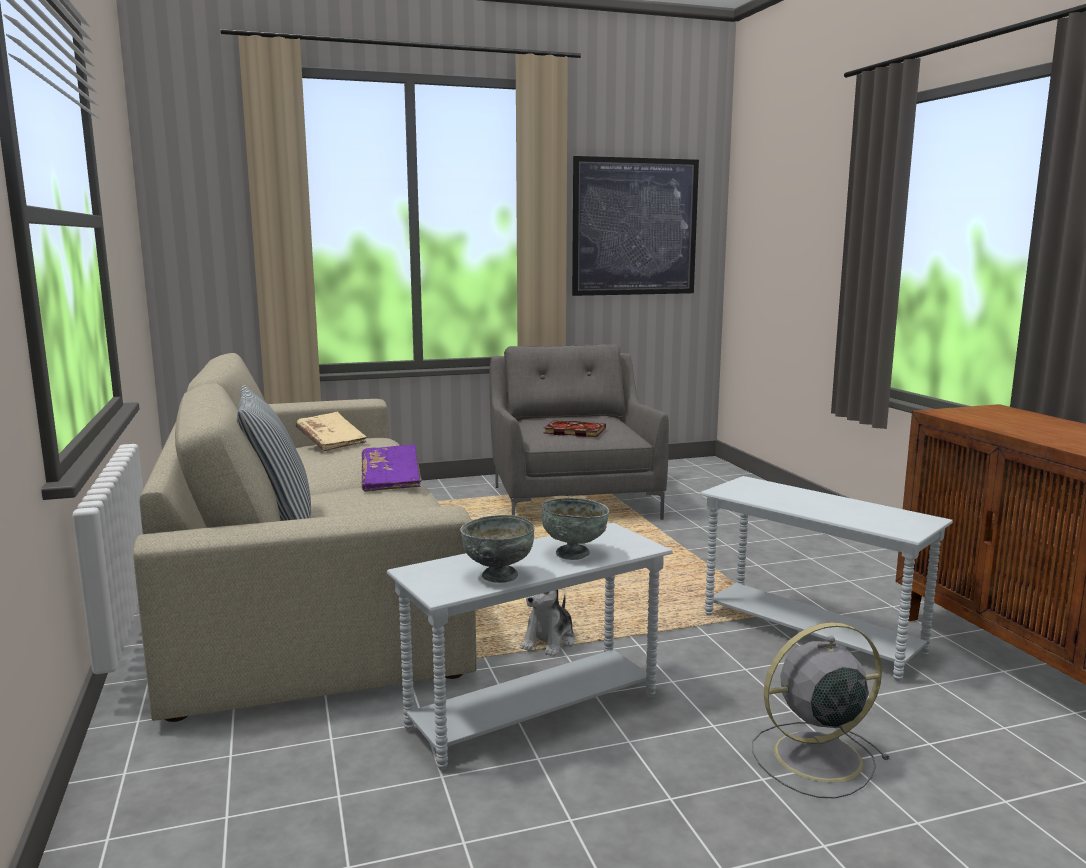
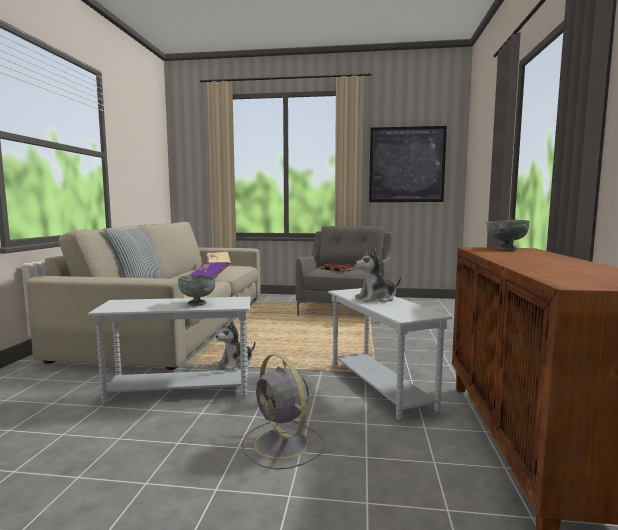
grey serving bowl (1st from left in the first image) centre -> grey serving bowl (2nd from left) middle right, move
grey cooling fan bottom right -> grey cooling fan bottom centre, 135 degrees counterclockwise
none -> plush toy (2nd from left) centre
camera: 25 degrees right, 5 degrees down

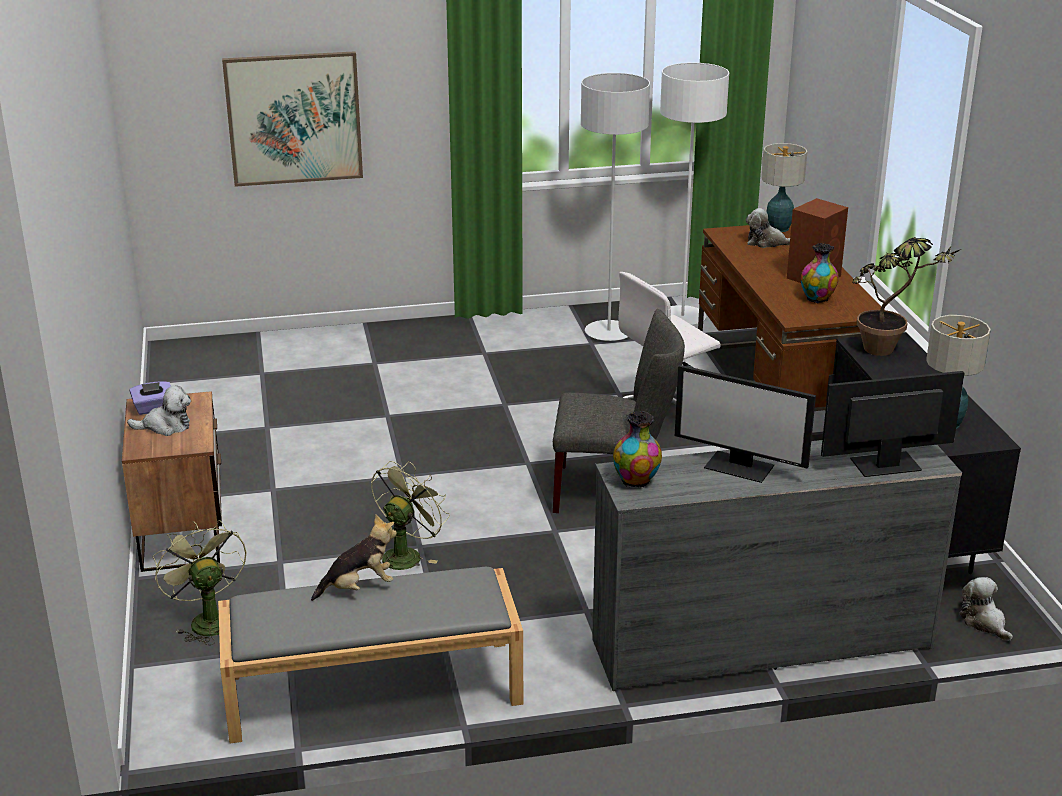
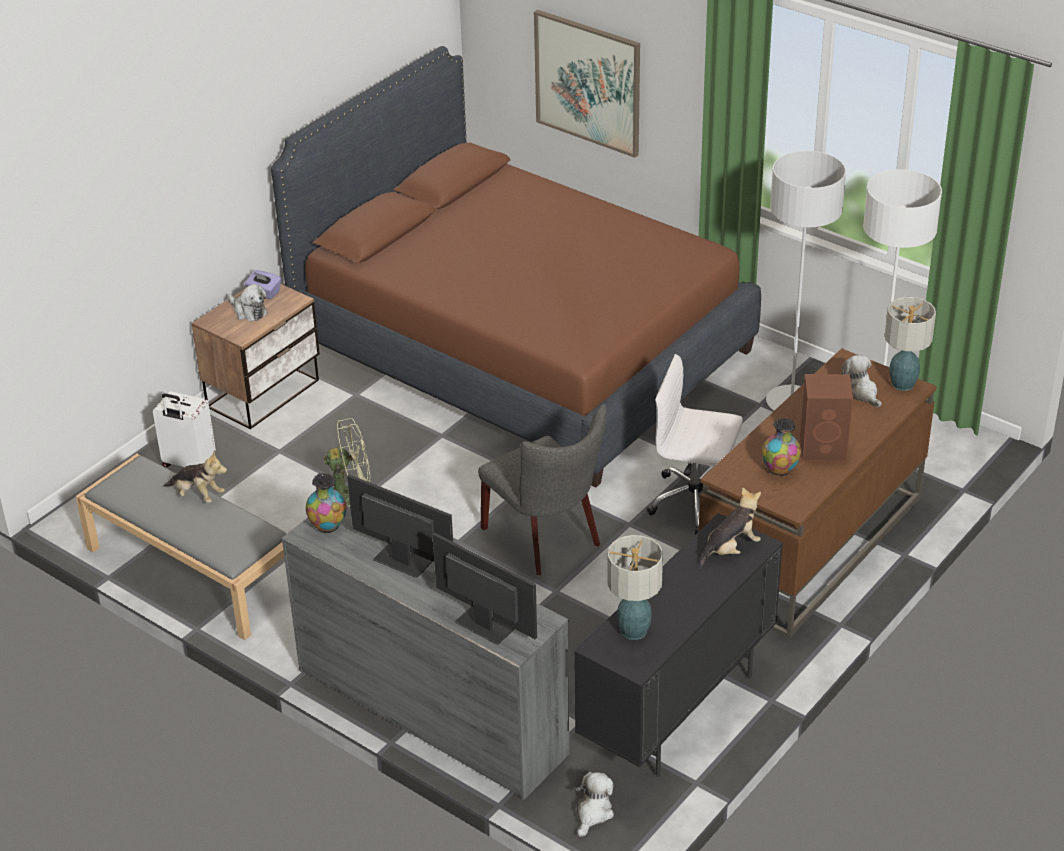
green-coloured cooling fan (1st from left) bottom left -> white piece of luggage middle left
computer display (1st from left) middle right -> computer display (1st from left) centre, 135 degrees clockwise
houseplant middle right -> plush toy (4th from left) middle right
none -> brown-coloured sleeping bed top centre
camera: 50 degrees right, 10 degrees up

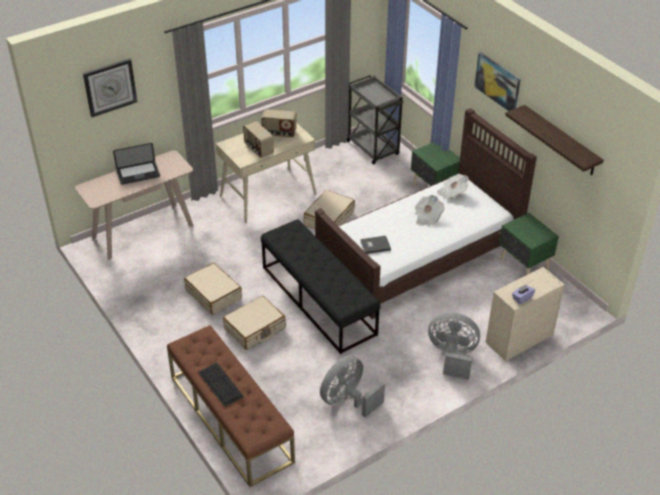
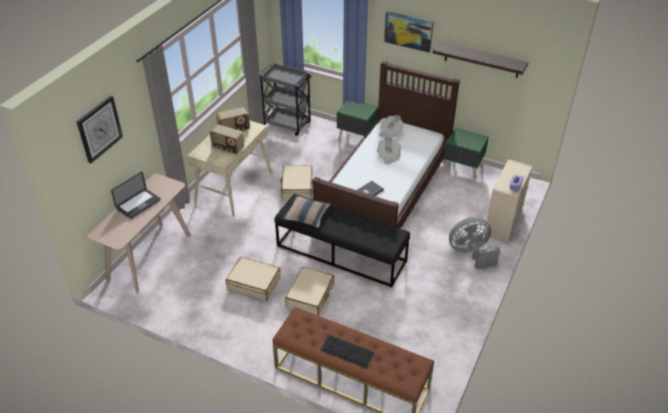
grey cooling fan (1st from left) bottom centre -> none
none -> cushion centre
camera: 30 degrees left, 0 degrees up

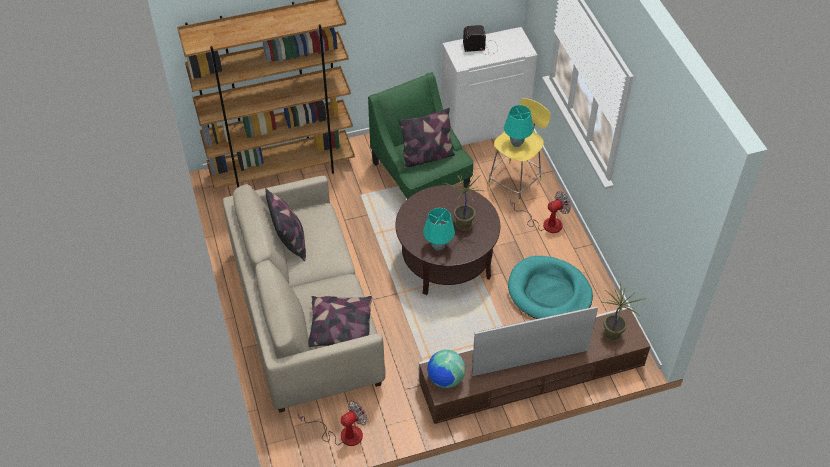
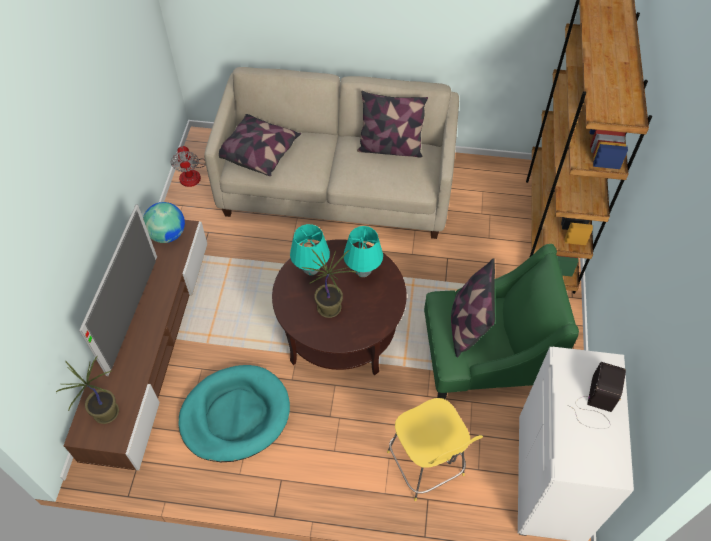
turquoise tabletop lamp (2nd from left) top centre -> turquoise tabletop lamp (2nd from left) centre, move
cooling fan (2nd from left) centre -> none
camera: 115 degrees right, 5 degrees up

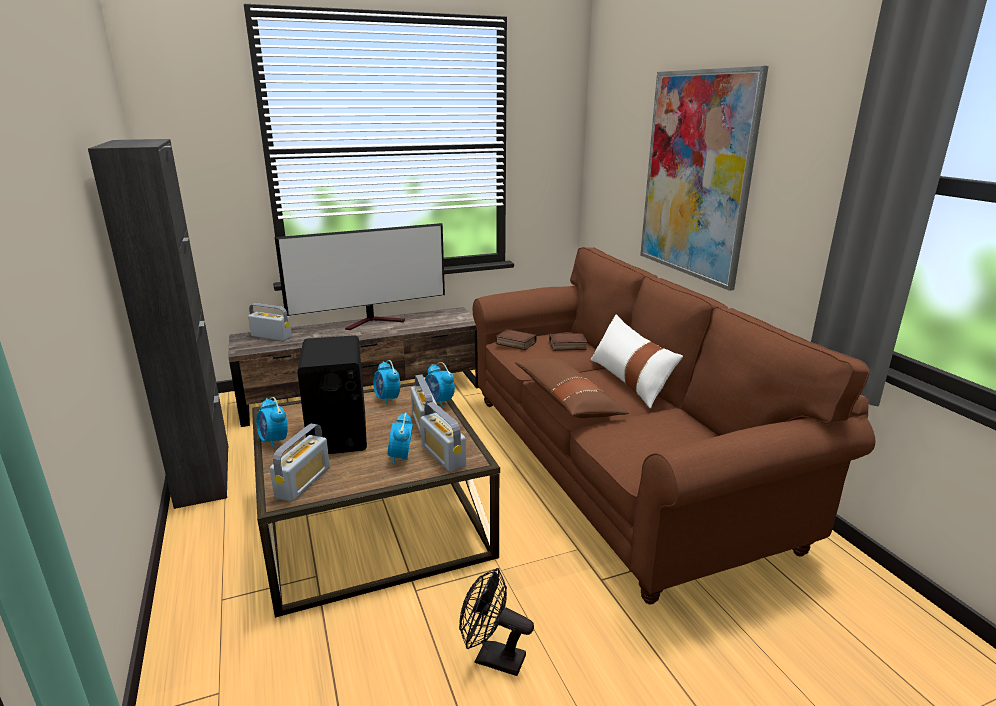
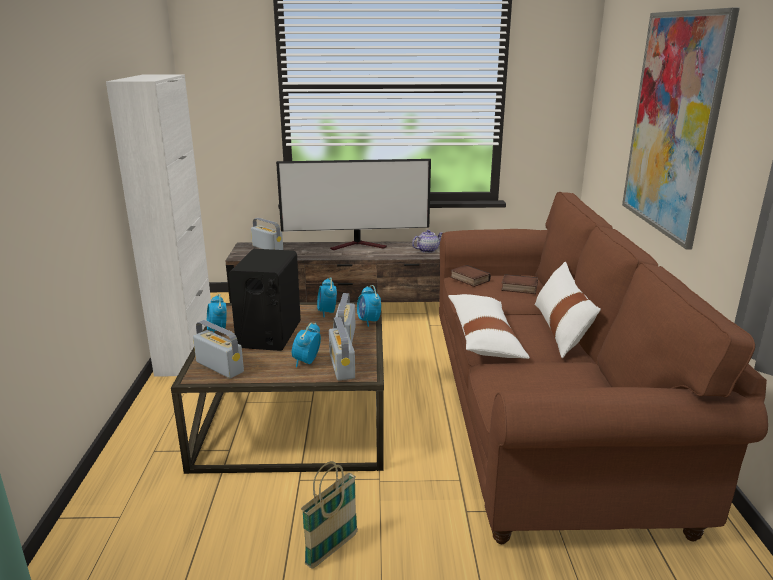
black-coloured cabinet middle left -> white cabinet middle left
radio receiver (2nd from left in the first image) middle left -> radio receiver (1st from left) middle left, 90 degrees counterclockwise
black-coloured cooling fan bottom centre -> basket bottom centre
brown-coloured cushion centre -> white cushion (1st from left) centre
none -> tea pot centre
camera: 20 degrees right, 0 degrees up

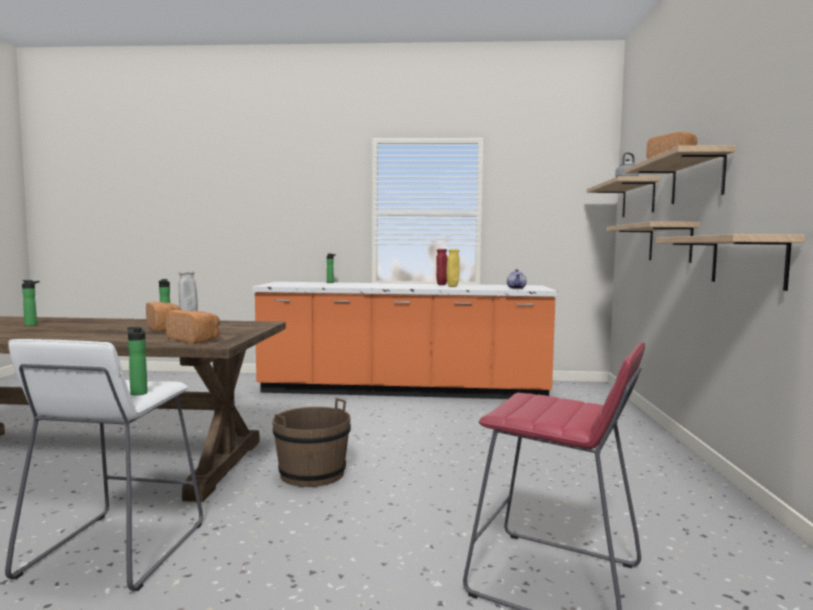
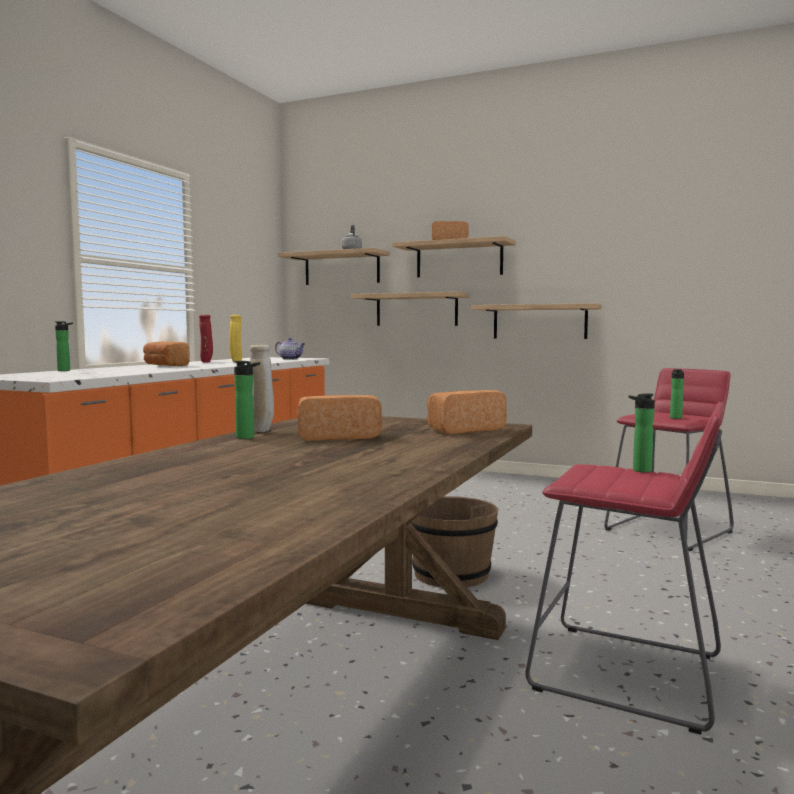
white stool bottom left -> red stool (1st from left) bottom right
bottle (1st from left in the first image) middle left -> bottle (4th from left) middle right, move
none -> bakery bread (1st from left) middle left
camera: 70 degrees left, 0 degrees up

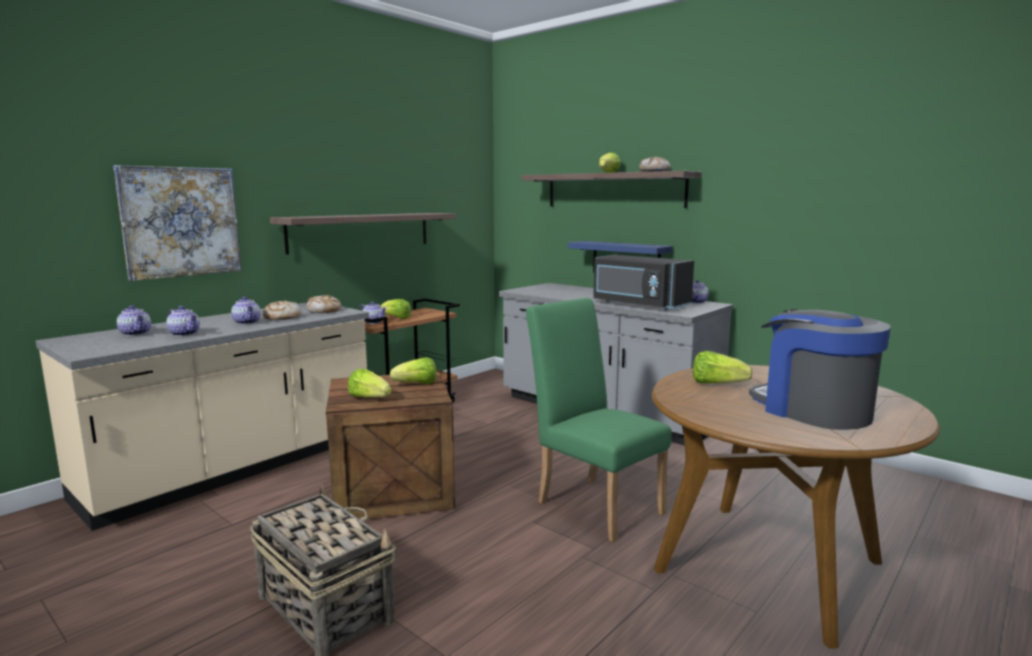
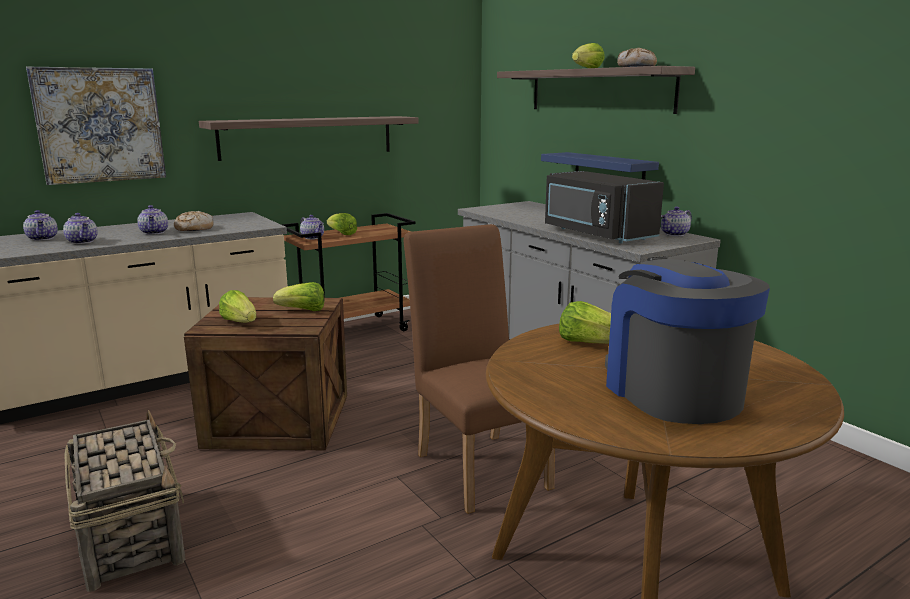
bakery bread (2nd from left) middle left -> none
green-coloured upright chair centre -> brown-coloured upright chair centre
camera: 15 degrees right, 5 degrees up

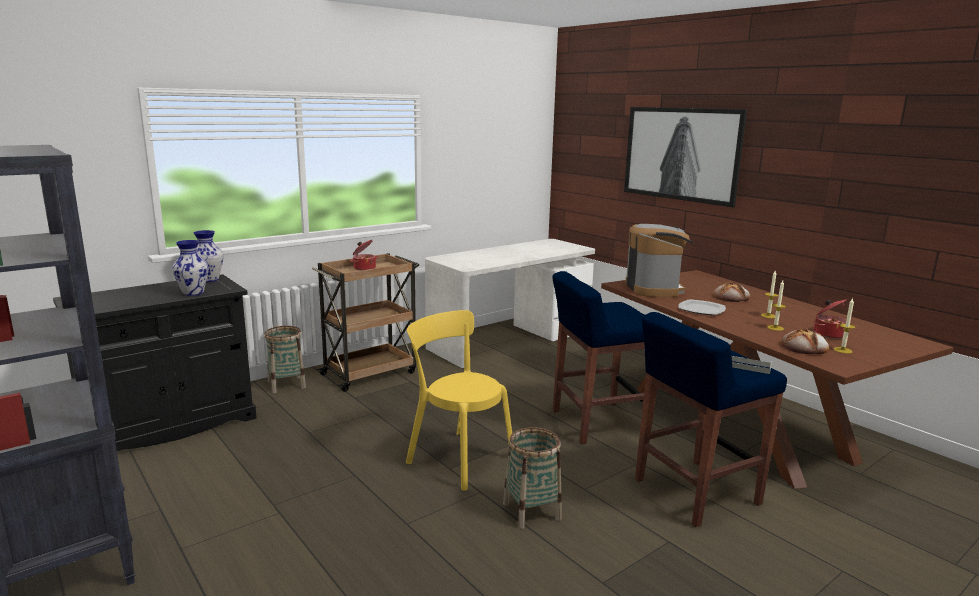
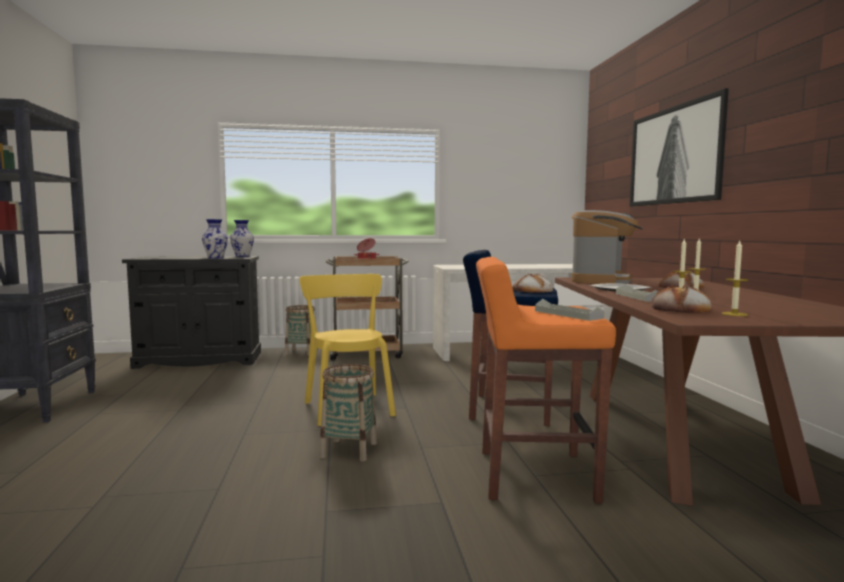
blue stool (2nd from left) bottom right -> orangey stool centre
saucepot (2nd from left) middle right -> none
none -> bakery bread (1st from left) centre
none -> grey carrying tray (2nd from left) middle right
camera: 30 degrees right, 10 degrees down

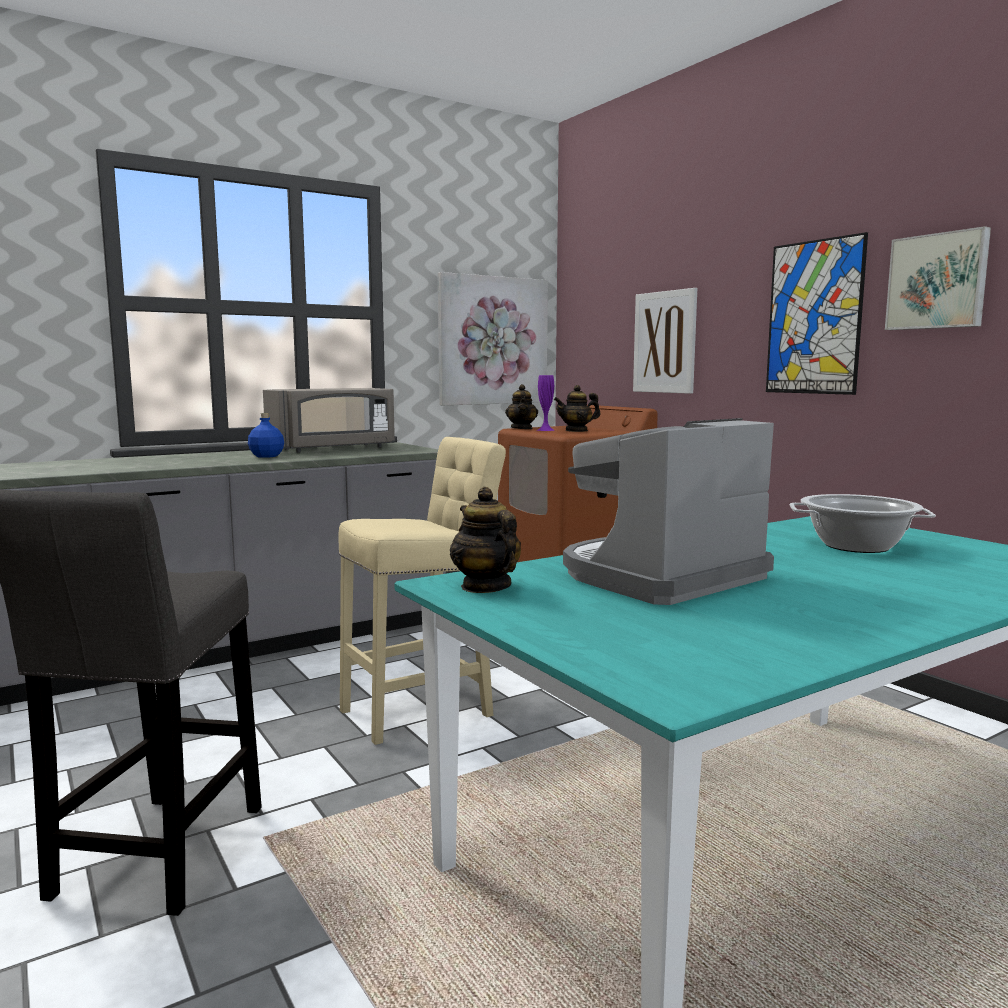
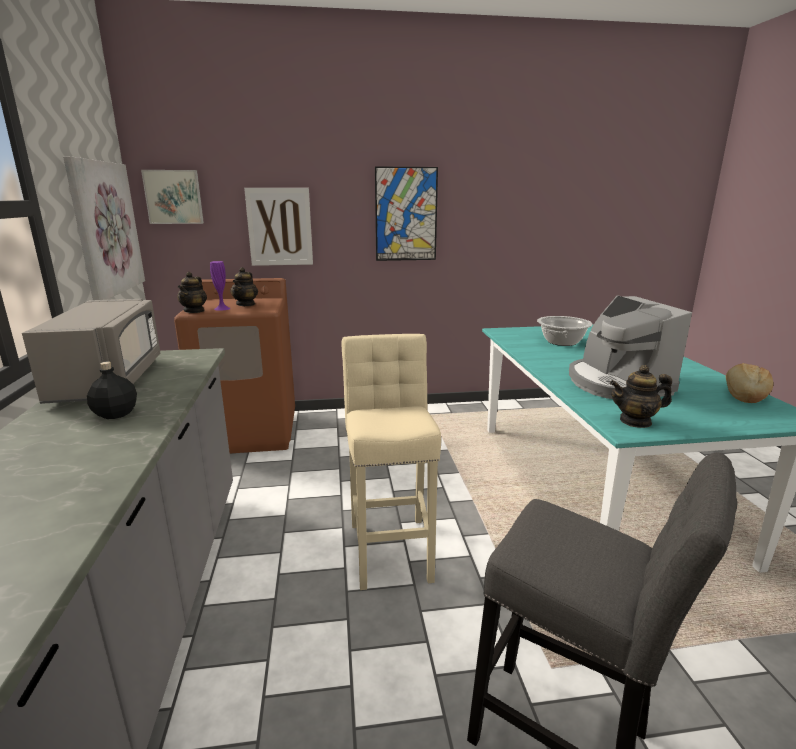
blue bottle middle left -> black-coloured bottle middle left
tea pot (2nd from left in the first image) centre -> tea pot (1st from left) middle left, 75 degrees clockwise
picture (4th from left in the first image) top right -> picture (2nd from left) top left, move
none -> bakery bread middle right
camera: 65 degrees left, 10 degrees up

